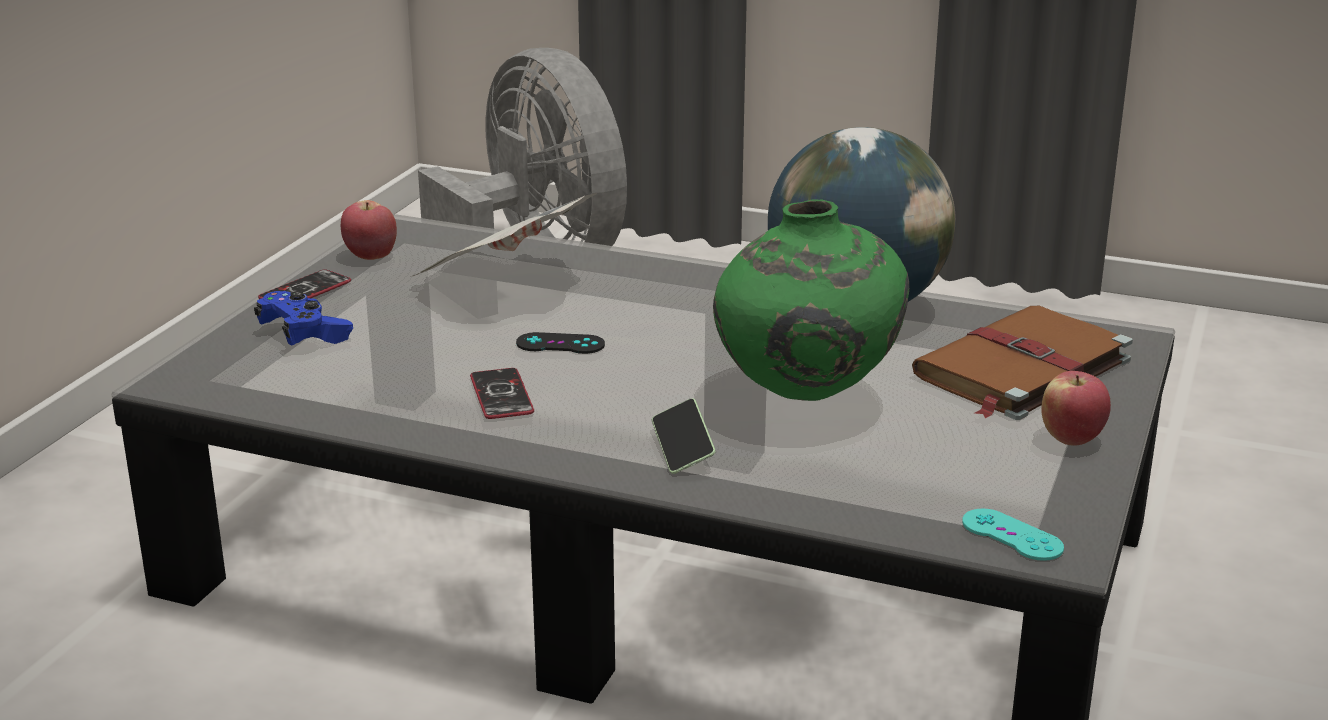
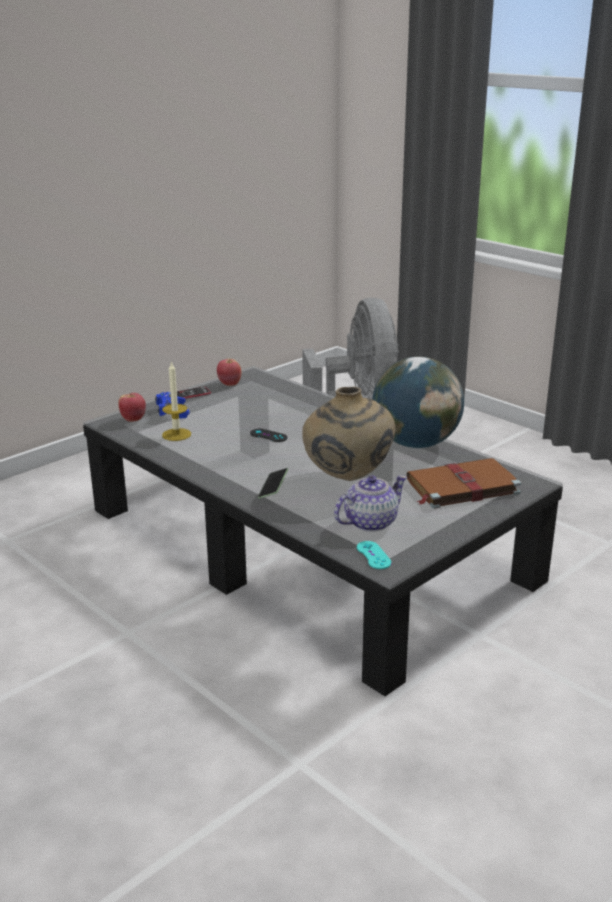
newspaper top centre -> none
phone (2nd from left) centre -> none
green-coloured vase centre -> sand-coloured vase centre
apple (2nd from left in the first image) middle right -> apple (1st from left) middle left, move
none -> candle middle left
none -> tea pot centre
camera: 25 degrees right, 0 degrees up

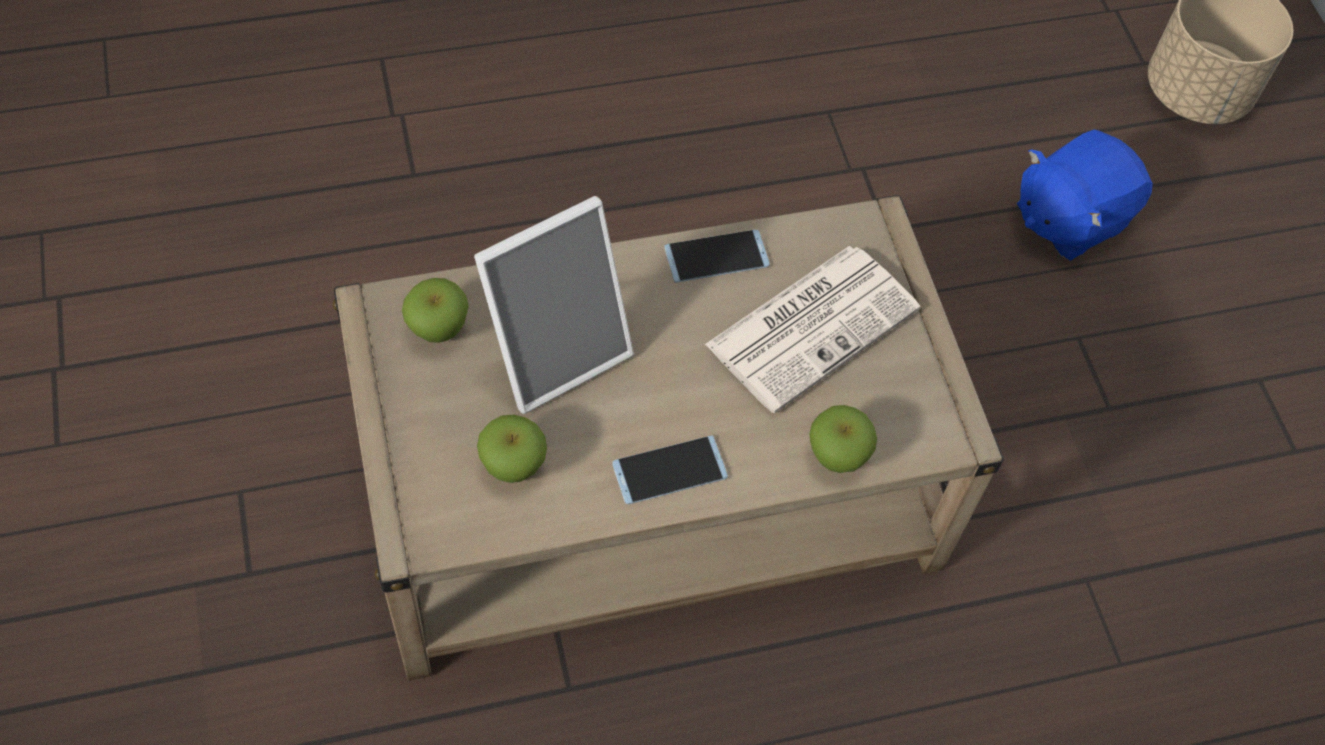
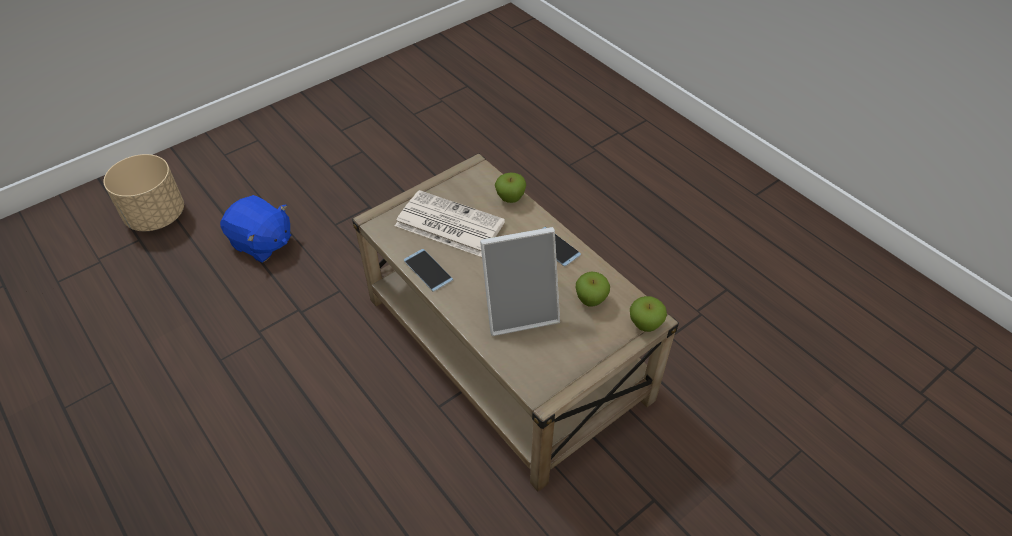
apple (1st from left in the first image) middle left -> apple (3rd from left) centre, move
photo frame centre, 135 degrees clockwise
camera: 110 degrees left, 10 degrees down

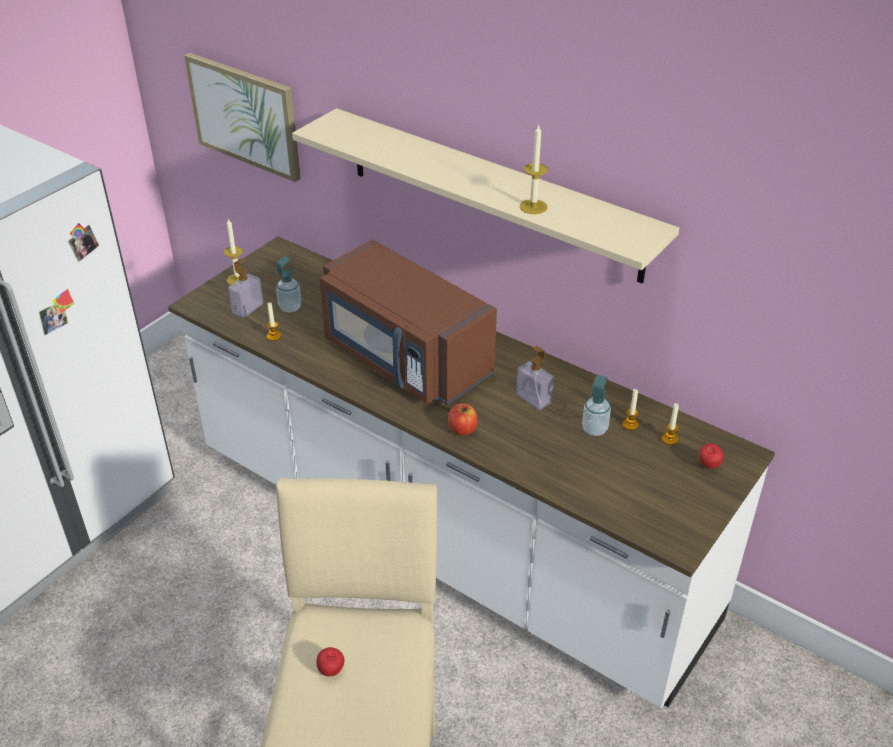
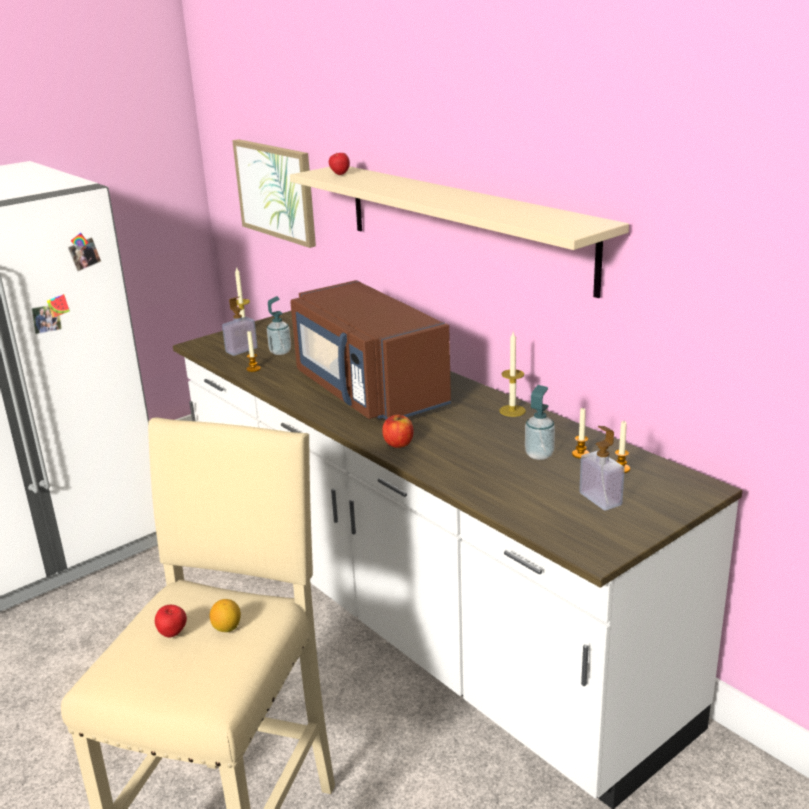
liquid soap bottle (3rd from left in the first image) centre -> liquid soap bottle (4th from left) middle right, move
candle (3rd from left) top centre -> candle (3rd from left) centre, move
apple (3rd from left in the first image) middle right -> apple (2nd from left) top centre, move
none -> citrus fruit bottom left
camera: 15 degrees right, 15 degrees down

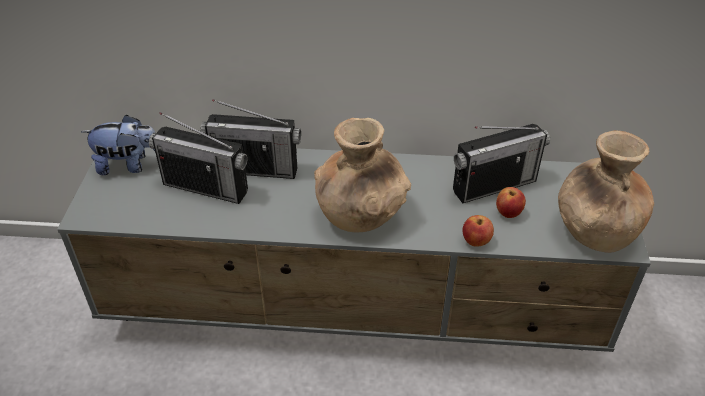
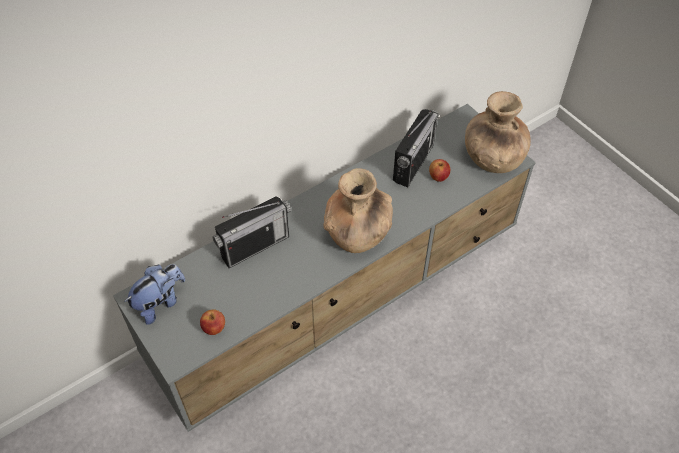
radio receiver (1st from left) middle left -> none
apple (1st from left) middle right -> apple (1st from left) bottom left, move
camera: 40 degrees left, 10 degrees up

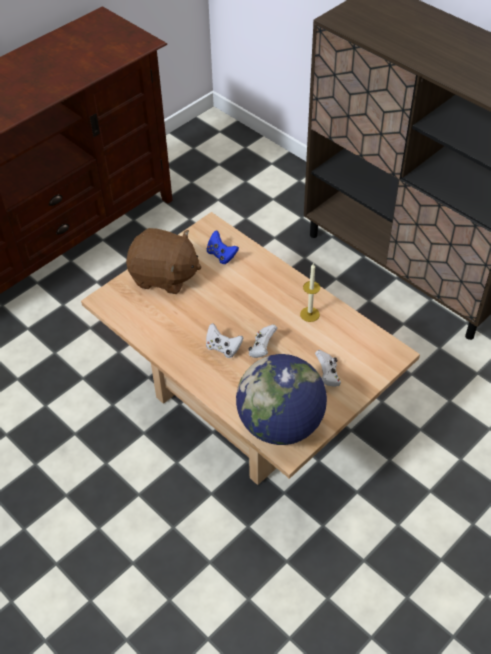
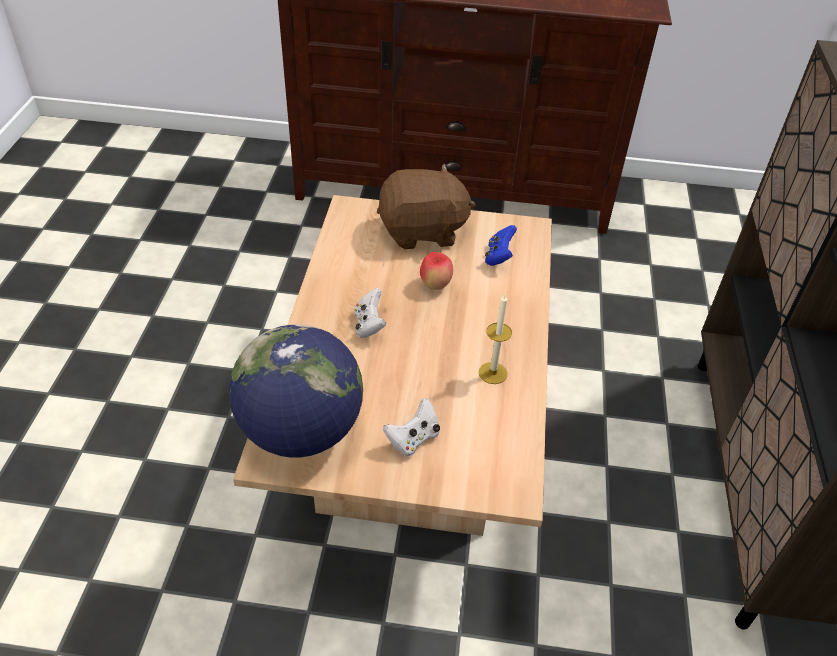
brown-coloured plush toy centre -> brown-coloured plush toy top centre, 75 degrees counterclockwise
white joypad (2nd from left) centre -> none
none -> apple centre
camera: 50 degrees right, 5 degrees down

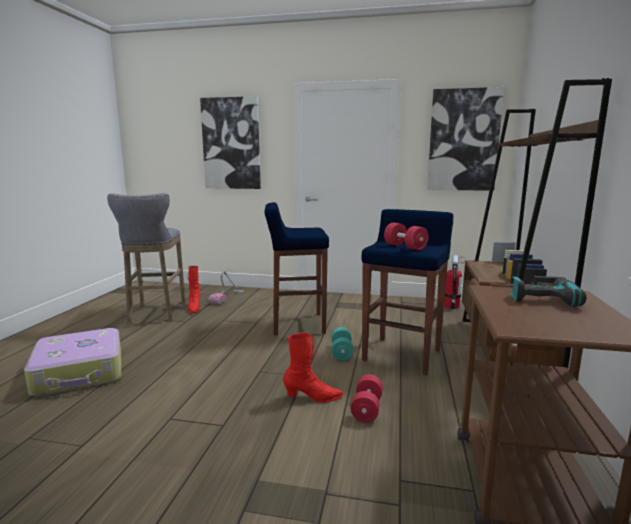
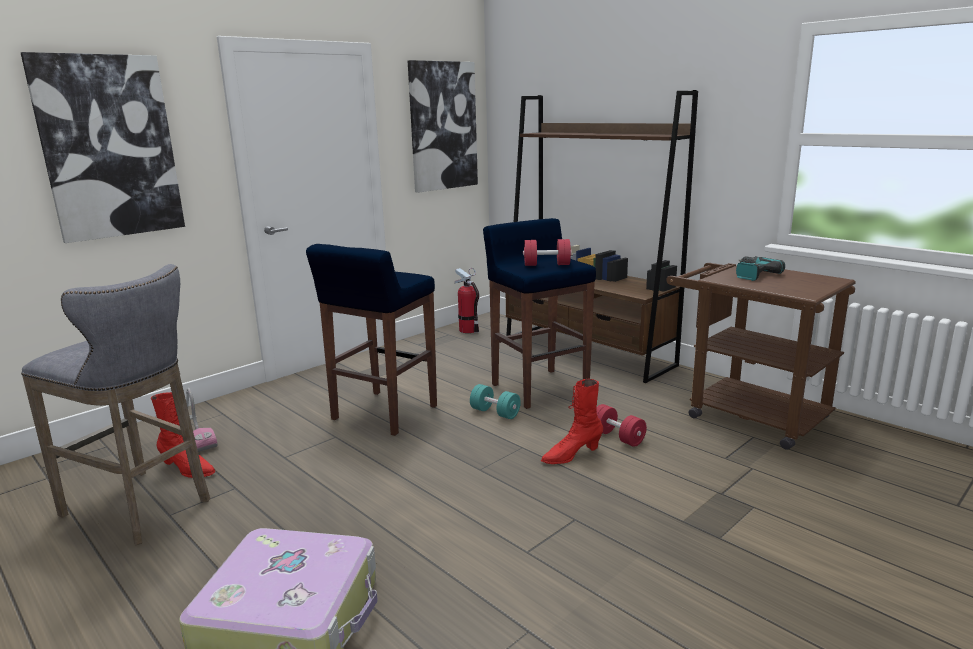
red tall boot (2nd from left) bottom centre -> red tall boot (2nd from left) centre, 150 degrees counterclockwise
camera: 55 degrees left, 5 degrees up

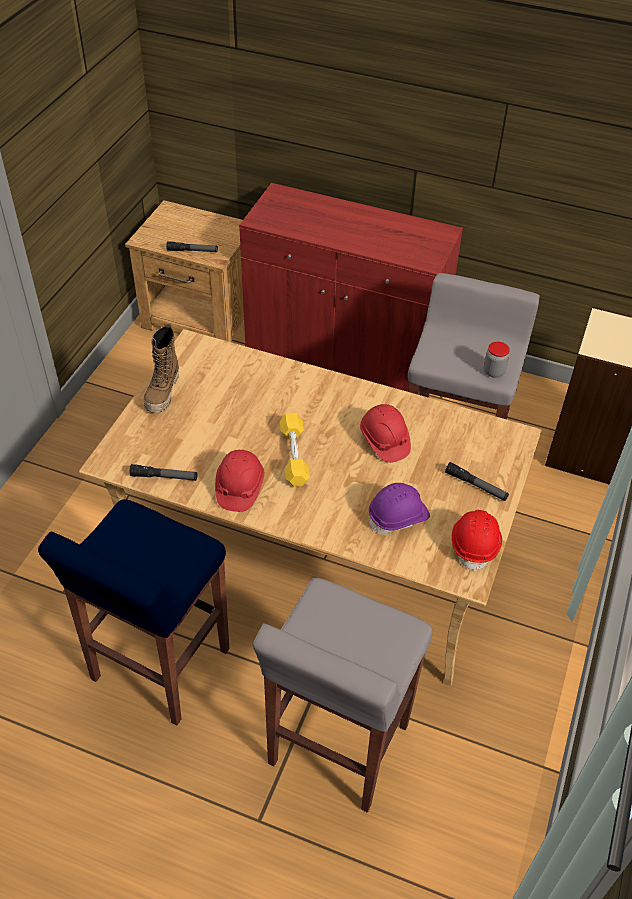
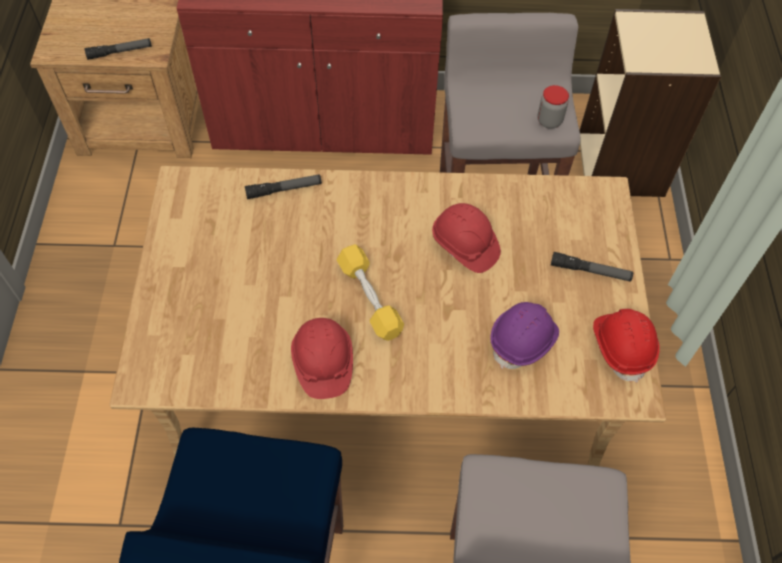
flashlight (1st from left in the first image) middle left -> flashlight (2nd from left) top centre, move
tall boot middle left -> none
camera: 20 degrees left, 10 degrees up

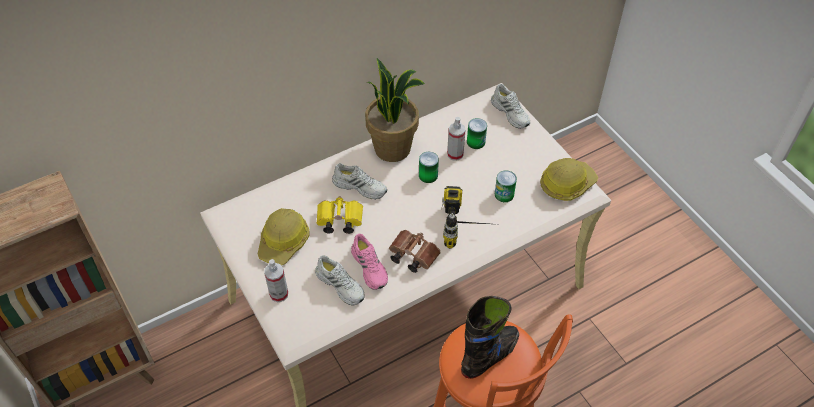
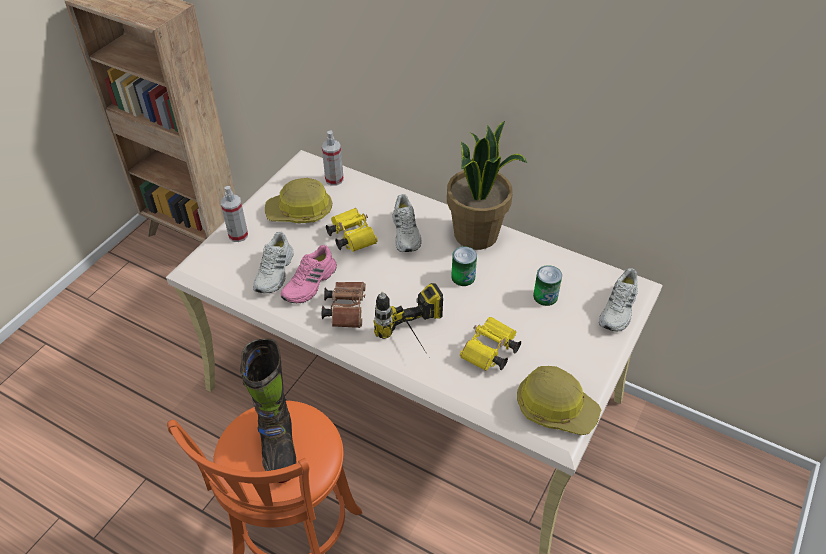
spray bottle (2nd from left) centre -> spray bottle (2nd from left) top centre, move
black-coloured tall boot bottom centre -> black-coloured tall boot bottom left, 60 degrees clockwise
can (3rd from left) centre -> yellow-coloured pair of binoculars (2nd from left) centre
camera: 60 degrees right, 5 degrees down

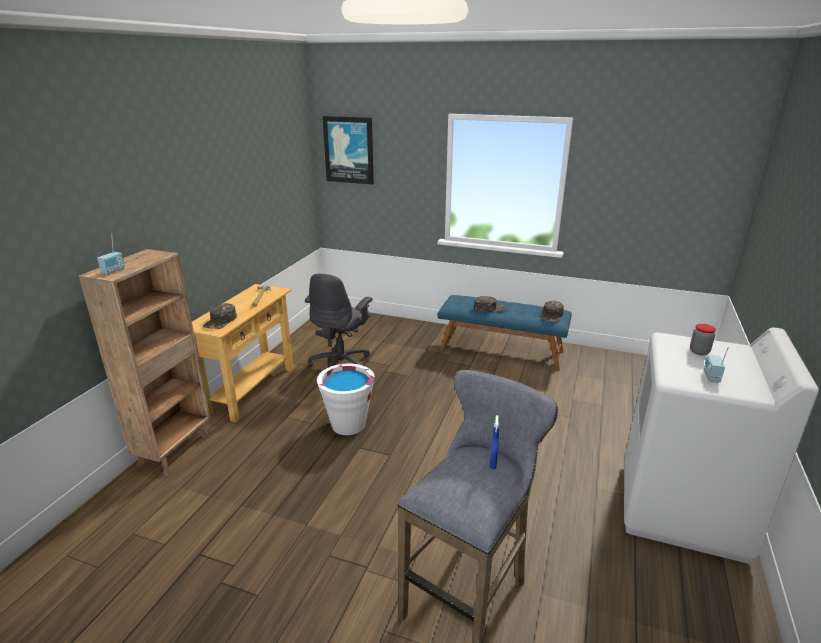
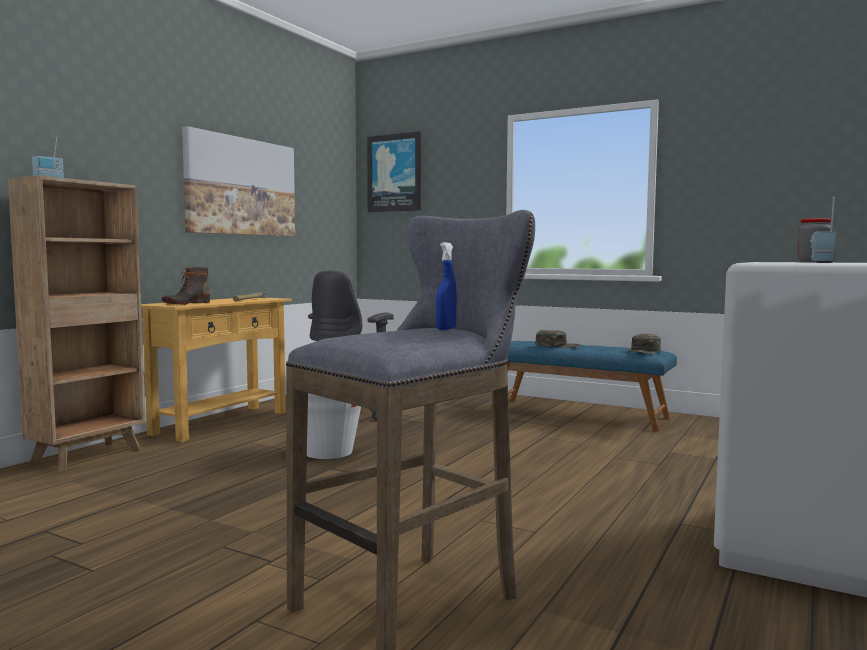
green-coloured peaked cap (1st from left) middle left -> tall boot middle left
none -> picture (1st from left) top left
camera: 10 degrees right, 20 degrees down

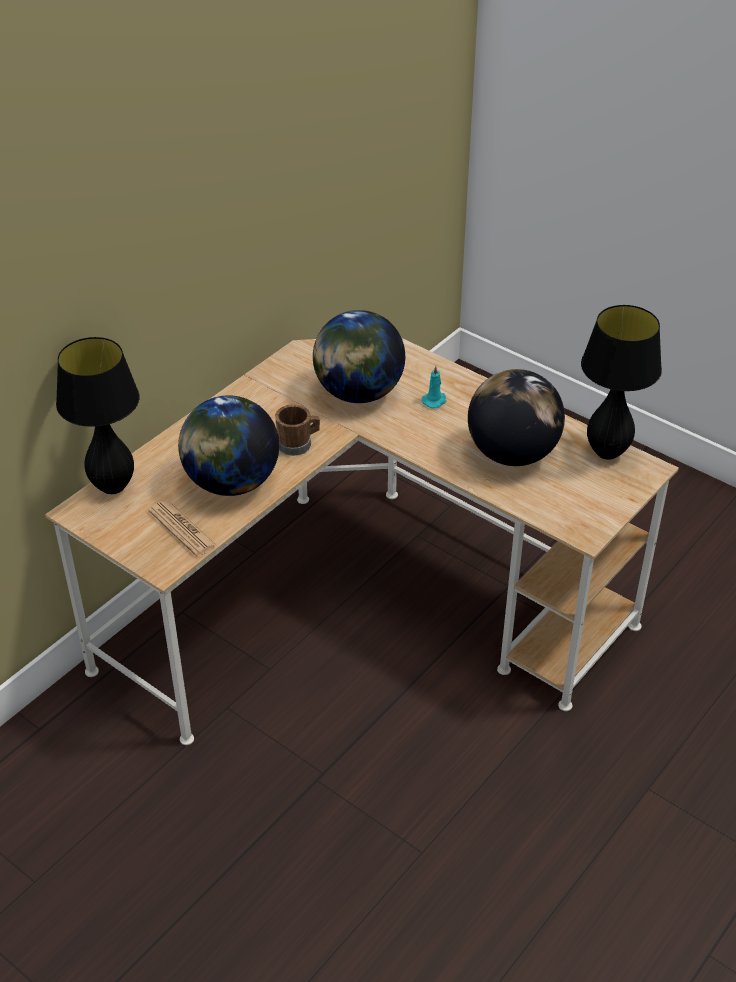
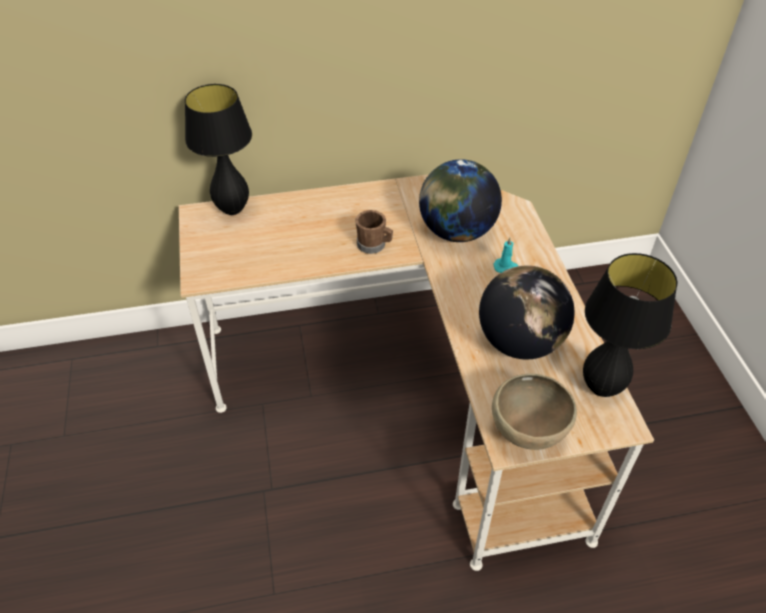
newspaper middle left -> none
globe (1st from left) middle left -> none
none -> brown-coloured serving bowl bottom right
camera: 40 degrees right, 5 degrees up

